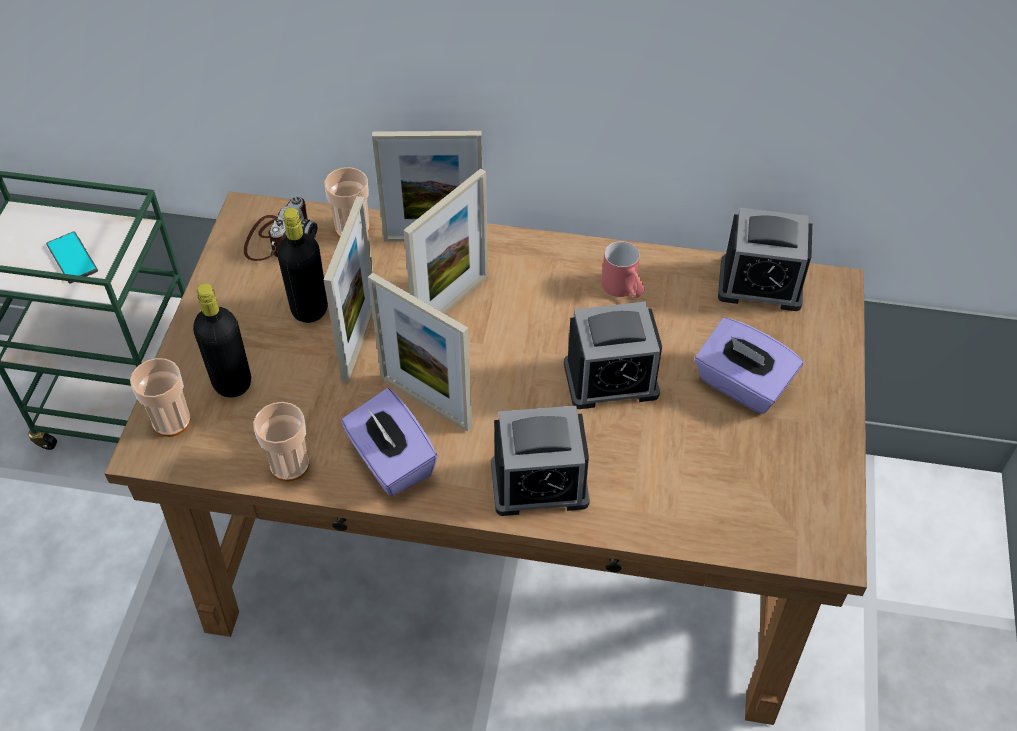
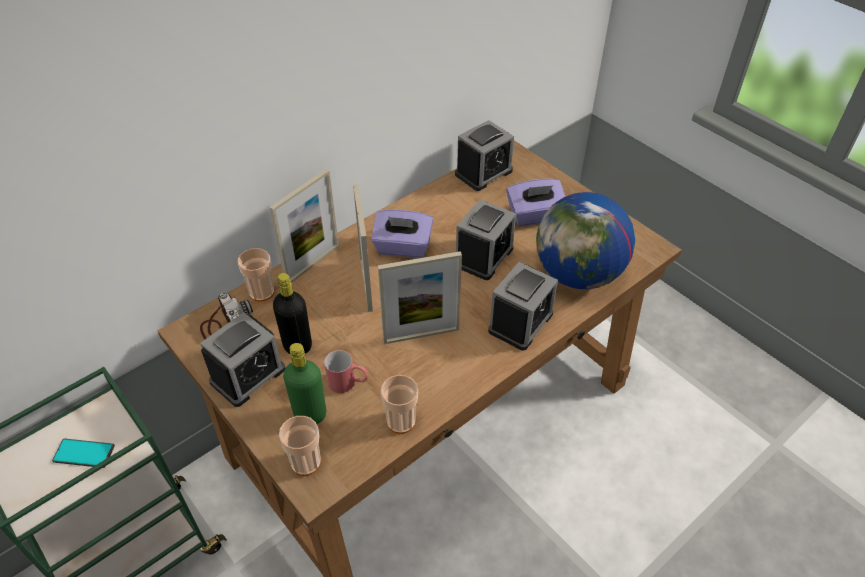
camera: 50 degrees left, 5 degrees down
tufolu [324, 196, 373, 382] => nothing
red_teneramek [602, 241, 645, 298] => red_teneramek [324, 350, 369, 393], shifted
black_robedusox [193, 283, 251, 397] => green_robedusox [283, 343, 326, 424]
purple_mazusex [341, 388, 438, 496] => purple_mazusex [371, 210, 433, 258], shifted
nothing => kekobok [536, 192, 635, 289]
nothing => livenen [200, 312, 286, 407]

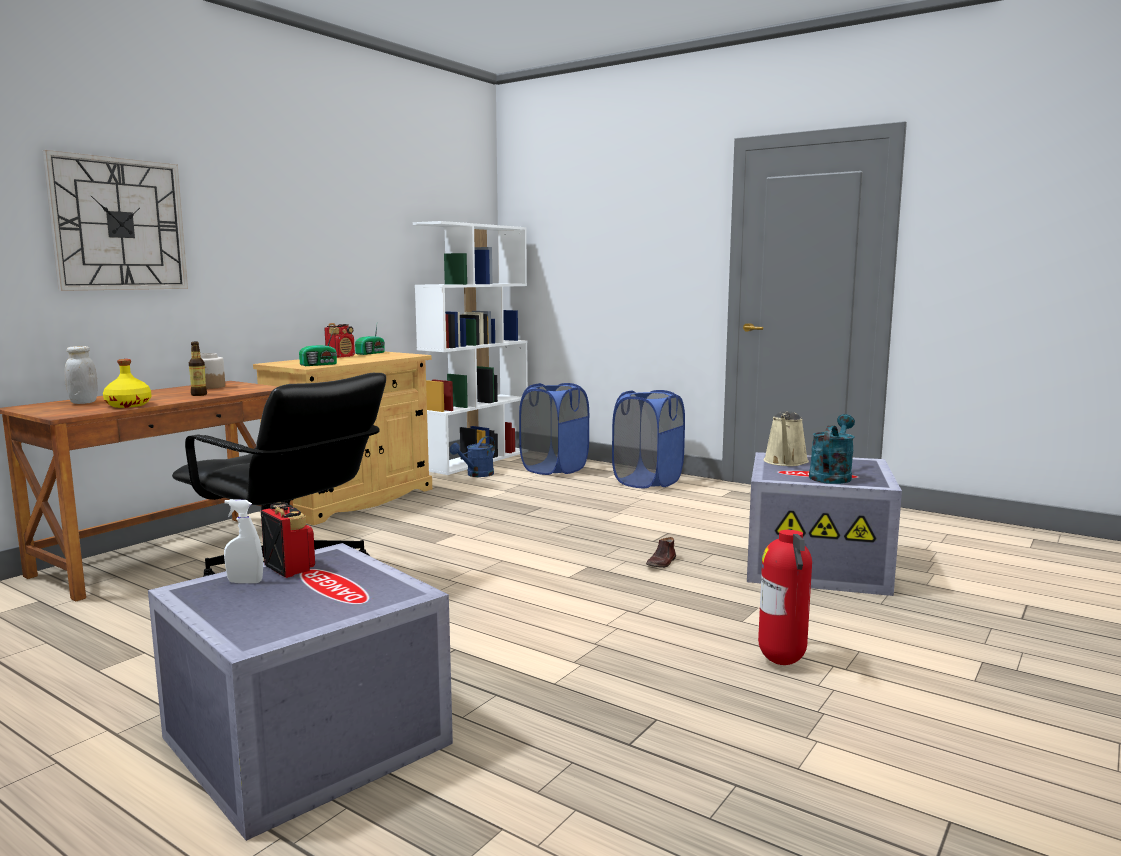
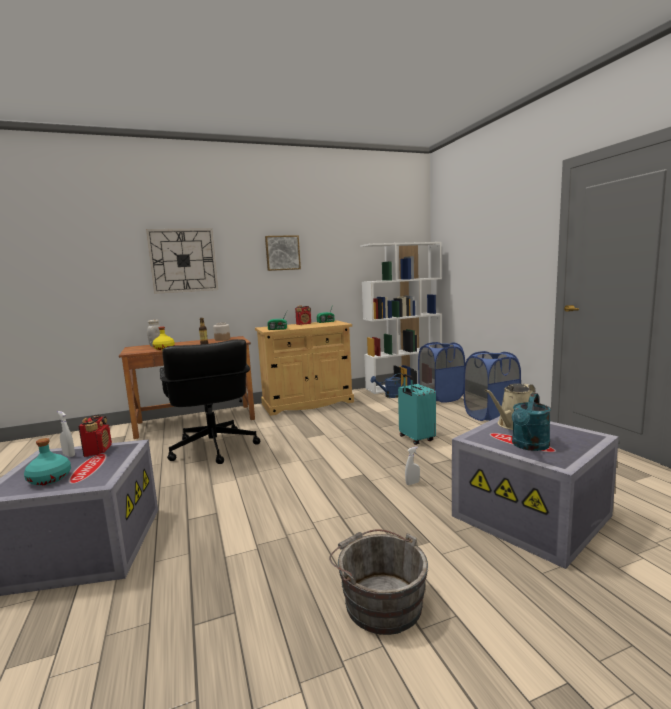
camera: 35 degrees right, 0 degrees up
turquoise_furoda [809, 414, 855, 484] => turquoise_furoda [512, 393, 551, 451], 150 degrees clockwise
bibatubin [758, 529, 812, 665] => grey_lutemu [329, 529, 428, 635]
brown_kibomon [646, 537, 676, 568] => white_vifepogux [405, 447, 420, 485]
nothing => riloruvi [265, 235, 301, 271]
nothing => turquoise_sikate [398, 374, 436, 445]
nothing => turquoise_robedusox [24, 438, 71, 486]

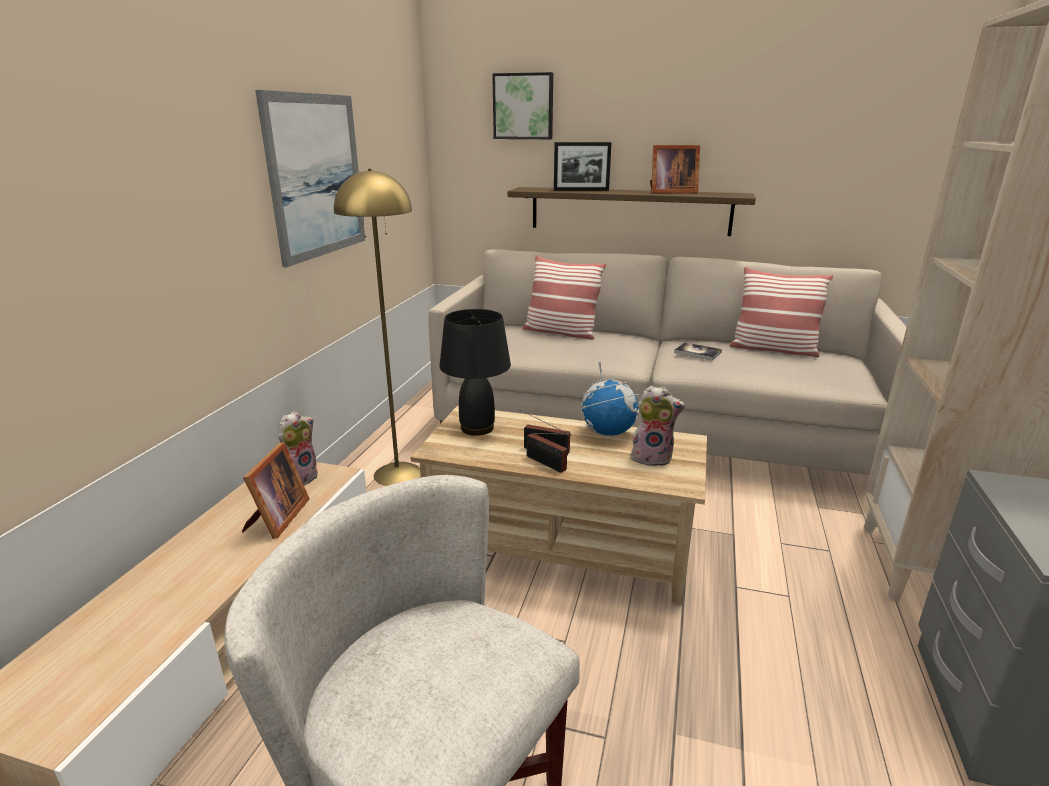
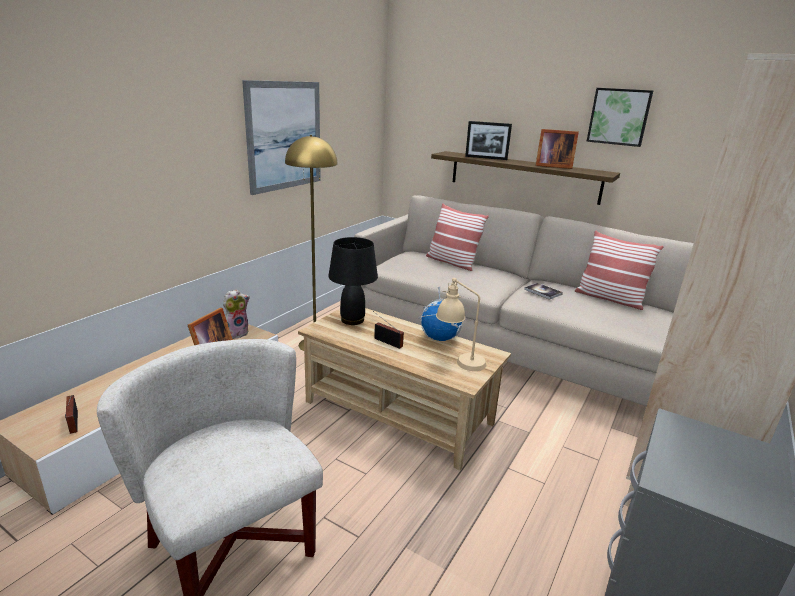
camera: 15 degrees right, 0 degrees up
riloruvi [492, 72, 553, 139] => riloruvi [587, 88, 653, 147], shifted
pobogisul [631, 385, 685, 466] => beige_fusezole [436, 278, 486, 371]
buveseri [527, 433, 571, 473] => buveseri [65, 395, 78, 434], shifted

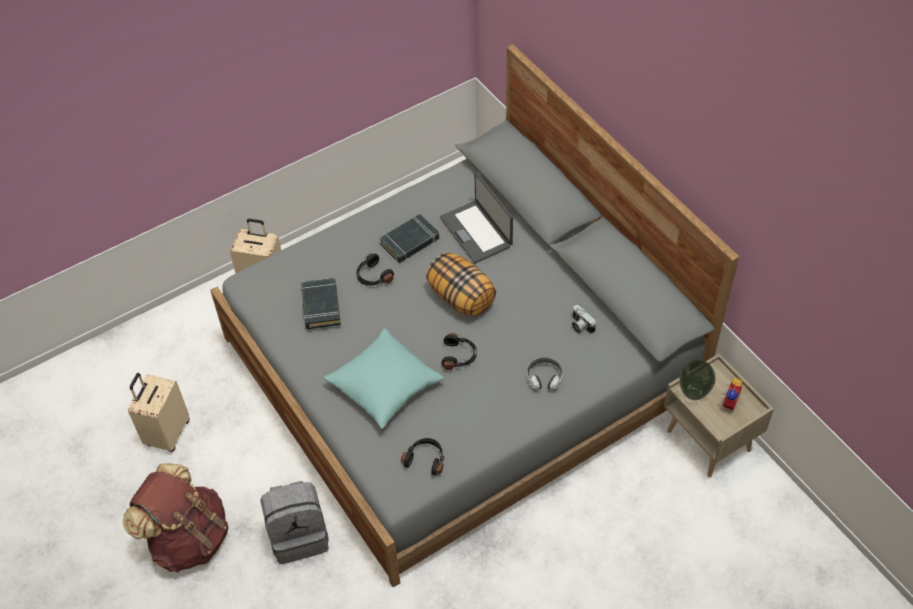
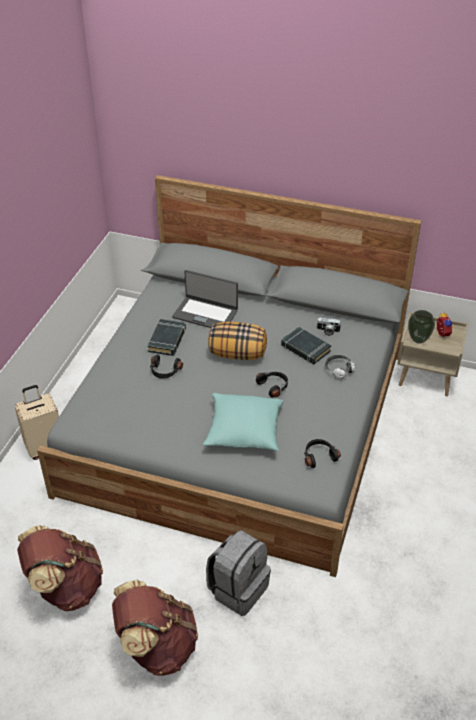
camera: 40 degrees left, 10 degrees down
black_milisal [301, 278, 341, 329] => black_milisal [281, 327, 331, 365], shifted
beige_sikate [128, 373, 190, 452] => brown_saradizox [17, 525, 103, 611]

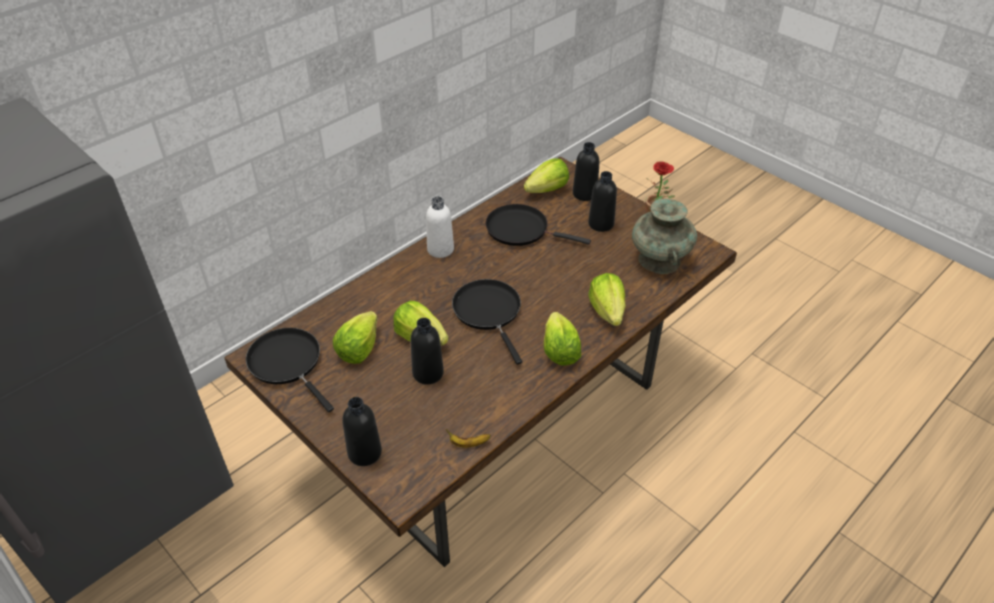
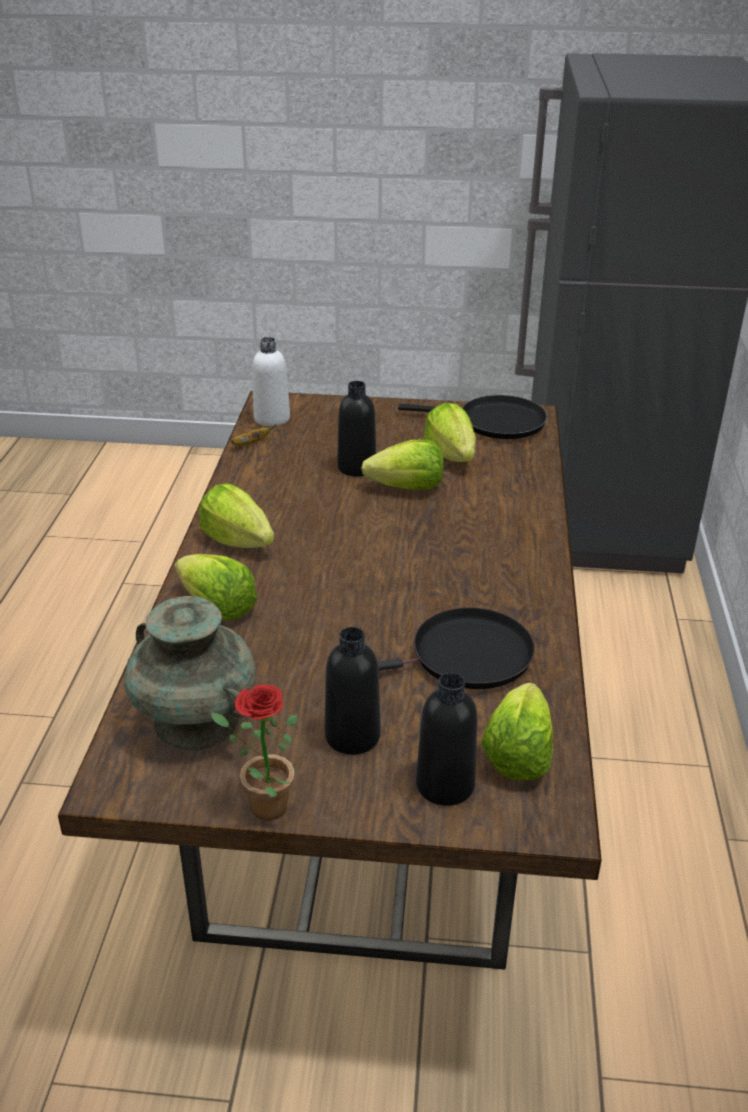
camera: 140 degrees right, 10 degrees down
white_robedusox [426, 196, 454, 258] => white_robedusox [252, 337, 290, 426], shifted
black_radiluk [452, 279, 522, 364] => nothing
black_robedusox [342, 397, 382, 466] => nothing

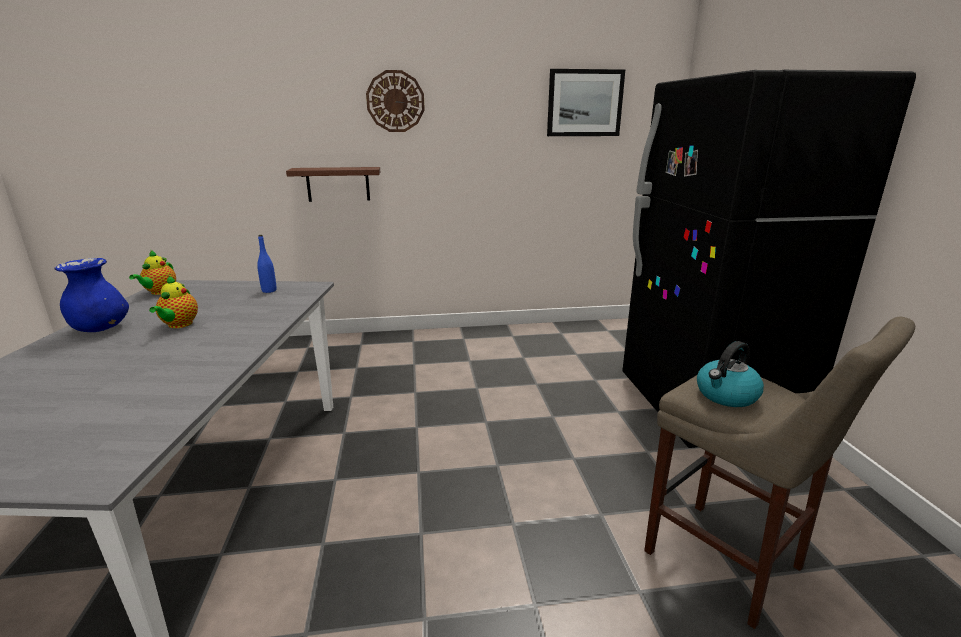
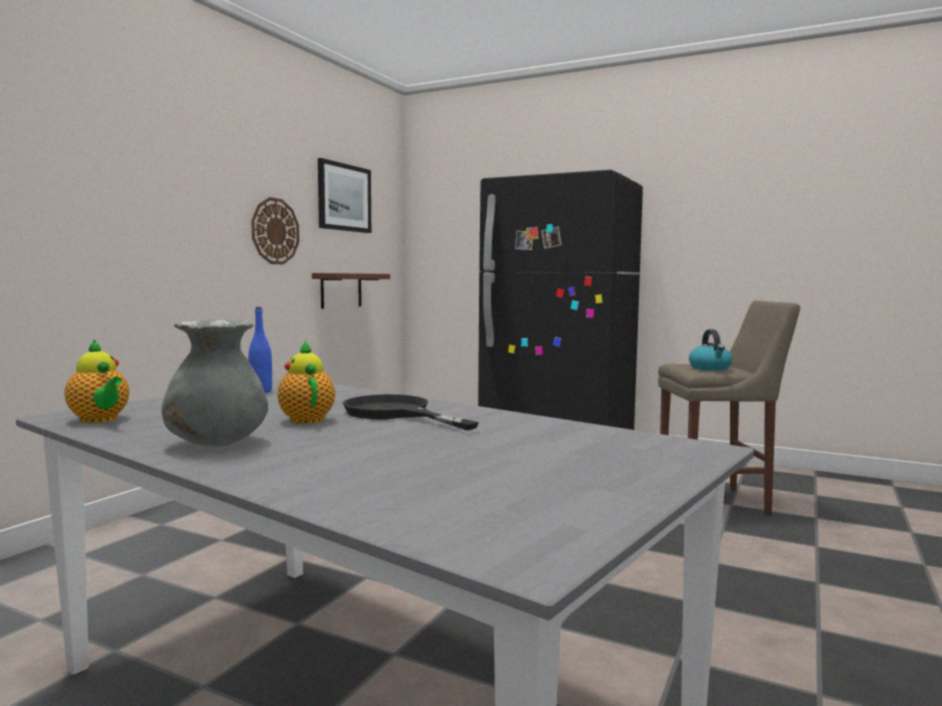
camera: 55 degrees left, 15 degrees down
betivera [366, 70, 425, 132] => betivera [251, 197, 299, 264], shifted
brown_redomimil [286, 167, 380, 202] => brown_redomimil [312, 273, 390, 309], shifted
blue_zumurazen [54, 258, 129, 332] => grey_zumurazen [161, 319, 268, 447]
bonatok [149, 275, 198, 328] => bonatok [278, 340, 335, 424], 150 degrees counterclockwise
nothing => black_radiluk [343, 394, 479, 430]

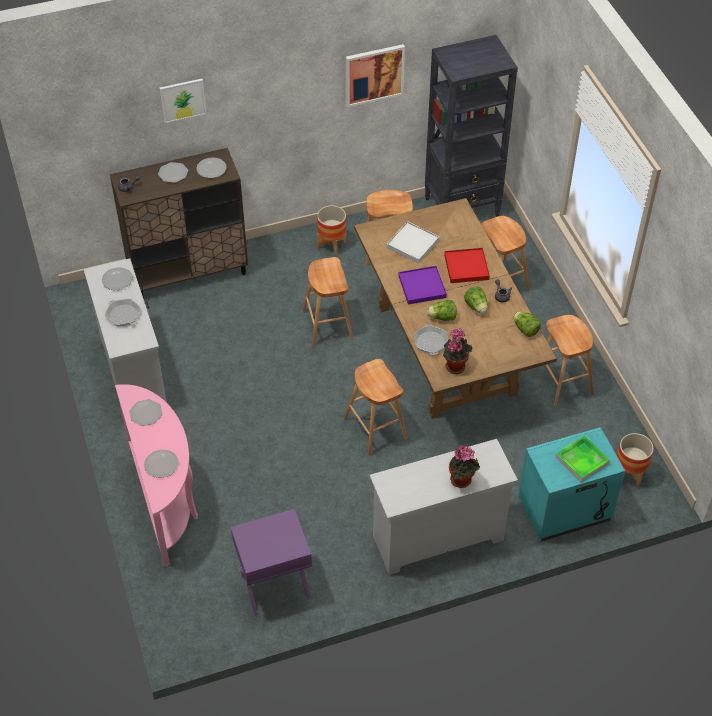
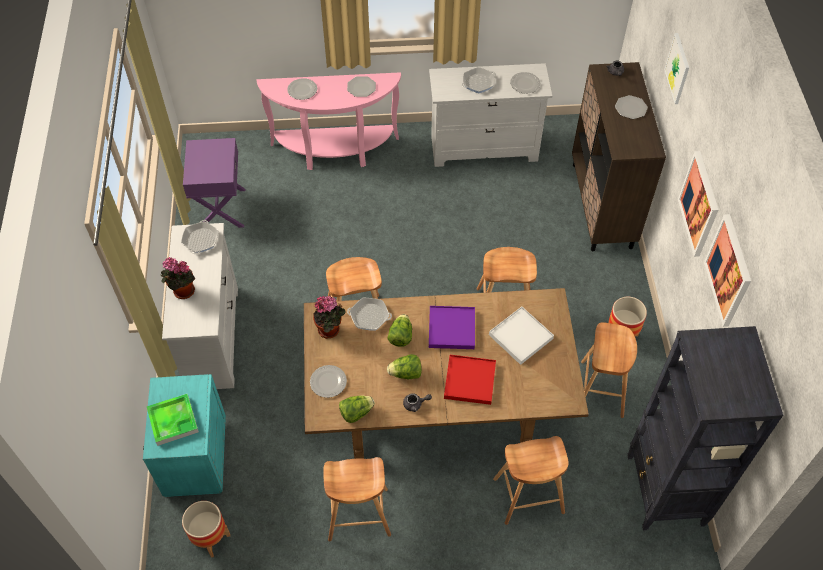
camera: 105 degrees right, 5 degrees up
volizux [197, 157, 227, 178] => volizux [310, 365, 347, 398], shifted
nothing => riloruvi [678, 151, 718, 257]
nothing => radiluk [181, 220, 219, 254]

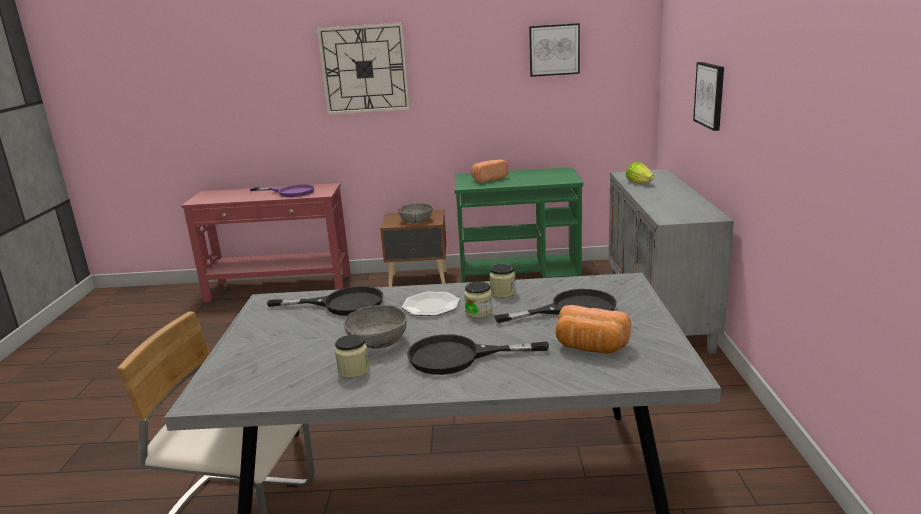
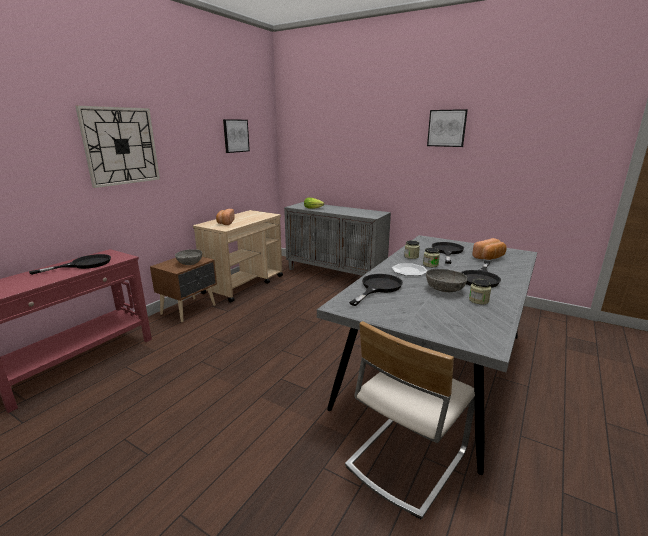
camera: 60 degrees left, 0 degrees up
riloruvi [693, 62, 724, 131] => riloruvi [427, 109, 468, 147], shifted
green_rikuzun [455, 167, 583, 283] => beige_rikuzun [193, 210, 283, 303]
purple_radiluk [250, 184, 315, 197] => black_radiluk [29, 254, 111, 275]

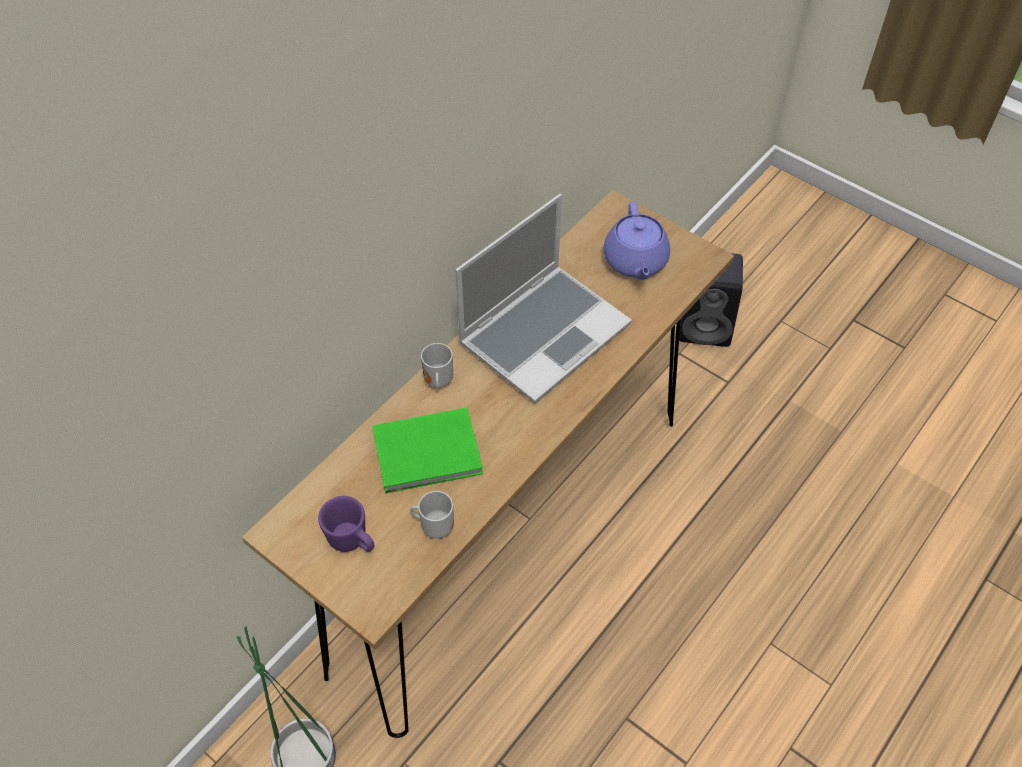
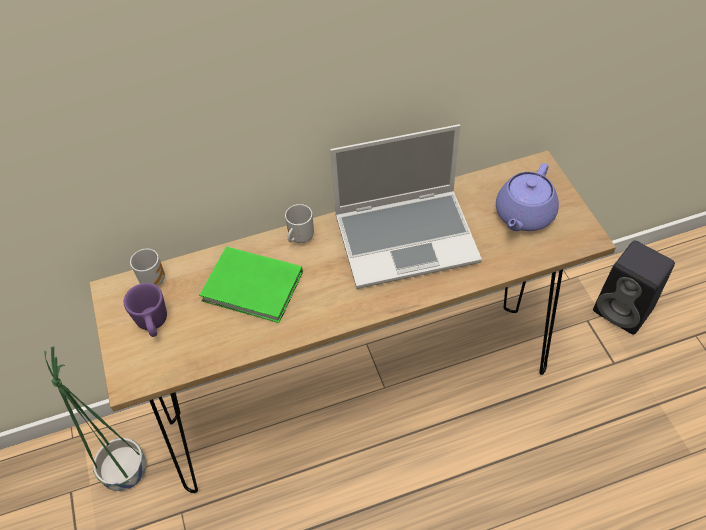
camera: 35 degrees right, 0 degrees up
teneramek [410, 491, 454, 538] => teneramek [130, 249, 165, 286], shifted

